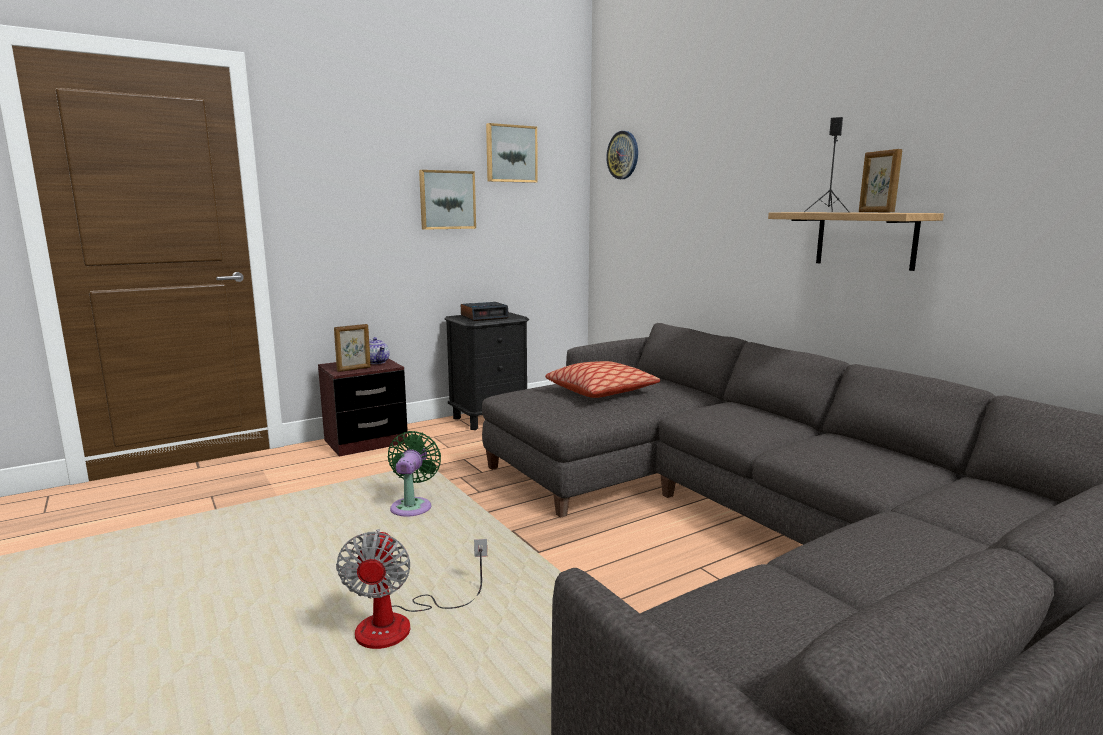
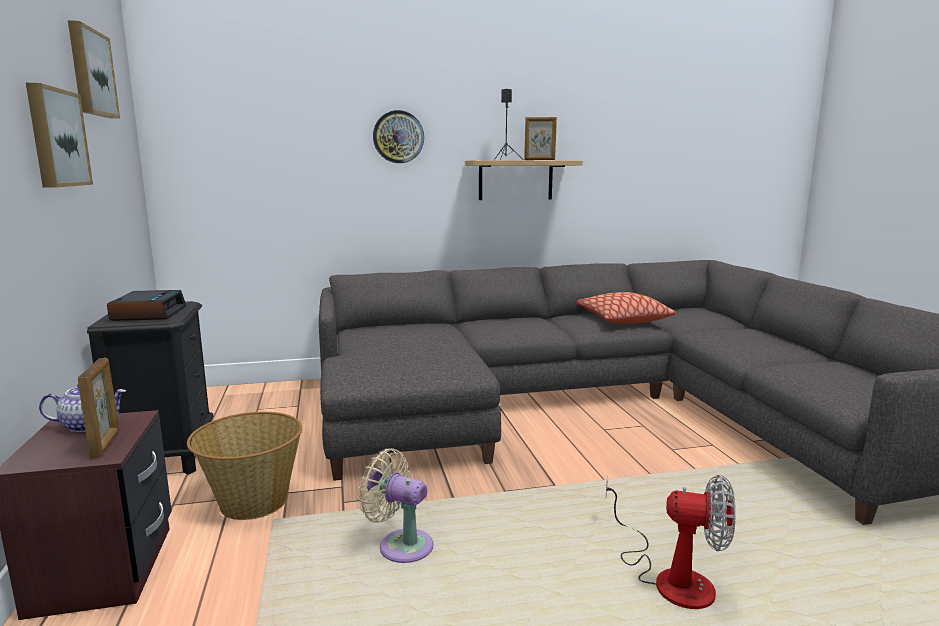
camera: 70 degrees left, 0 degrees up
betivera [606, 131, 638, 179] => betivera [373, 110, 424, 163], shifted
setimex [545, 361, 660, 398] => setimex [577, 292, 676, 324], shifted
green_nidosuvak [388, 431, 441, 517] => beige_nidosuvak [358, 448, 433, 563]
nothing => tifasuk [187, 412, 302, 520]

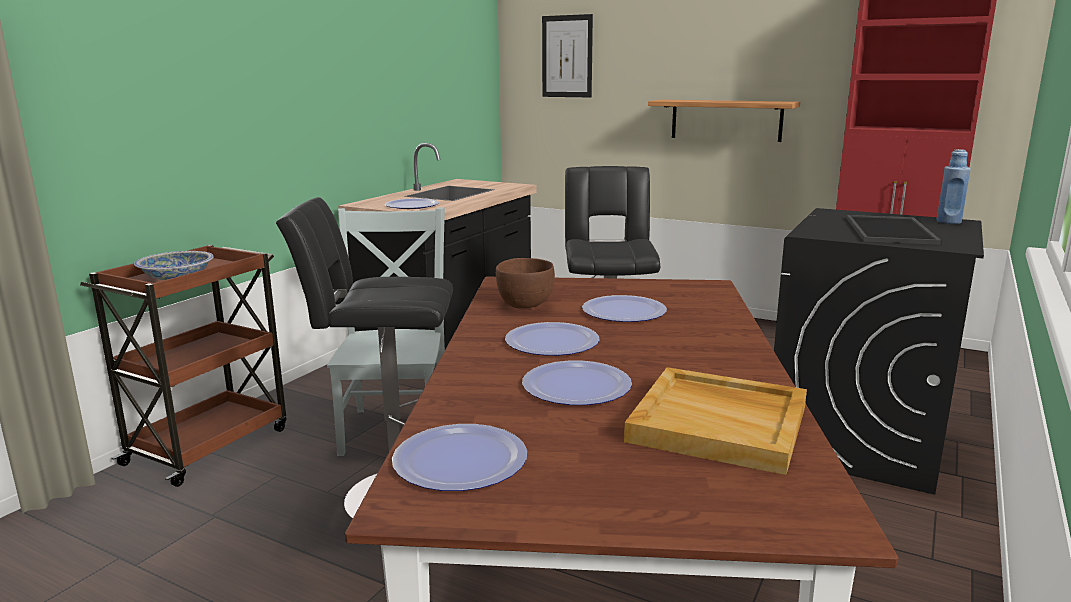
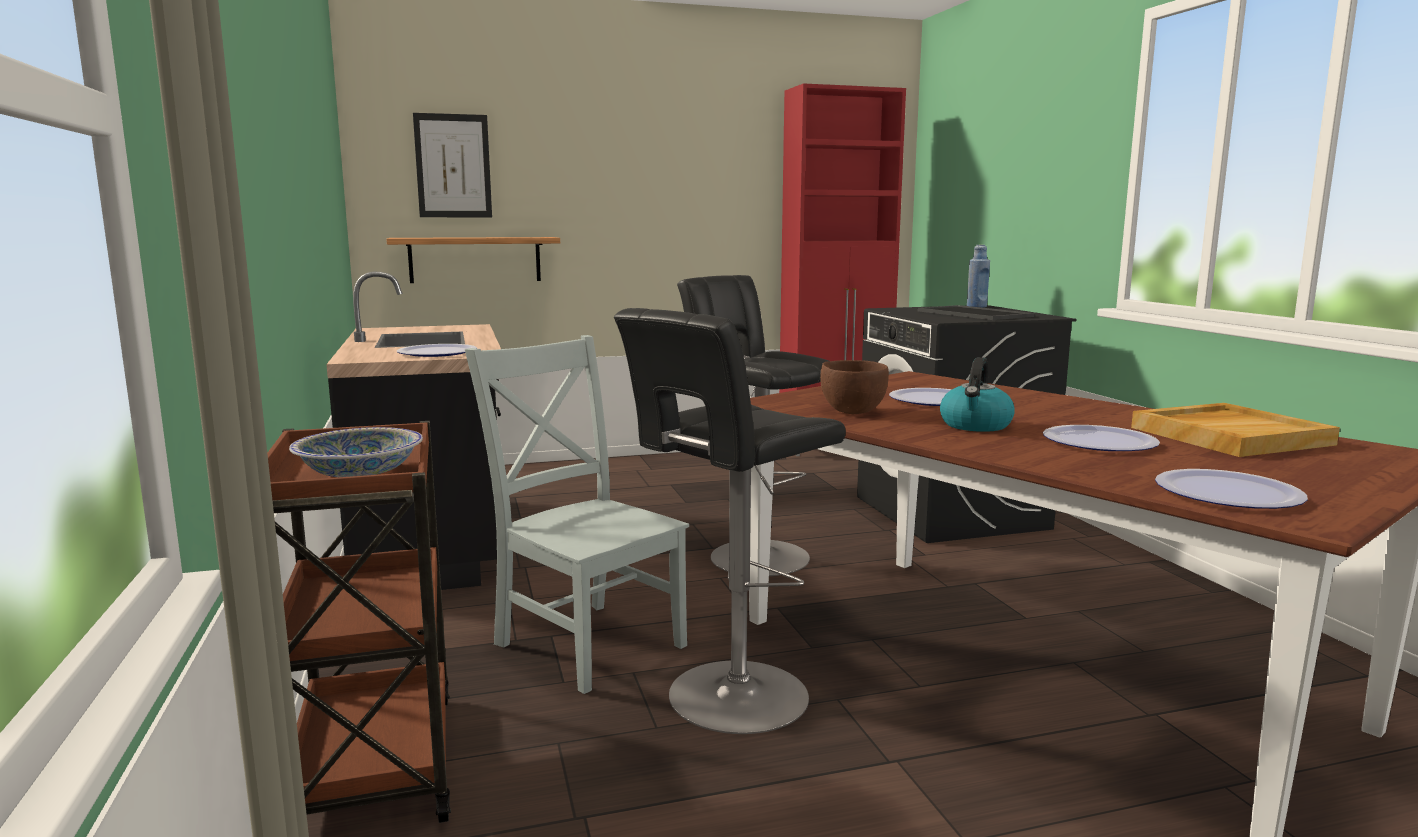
camera: 45 degrees left, 5 degrees down
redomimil [648, 100, 800, 142] => redomimil [387, 237, 560, 283], shifted
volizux [505, 322, 599, 356] => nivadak [940, 357, 1015, 432]

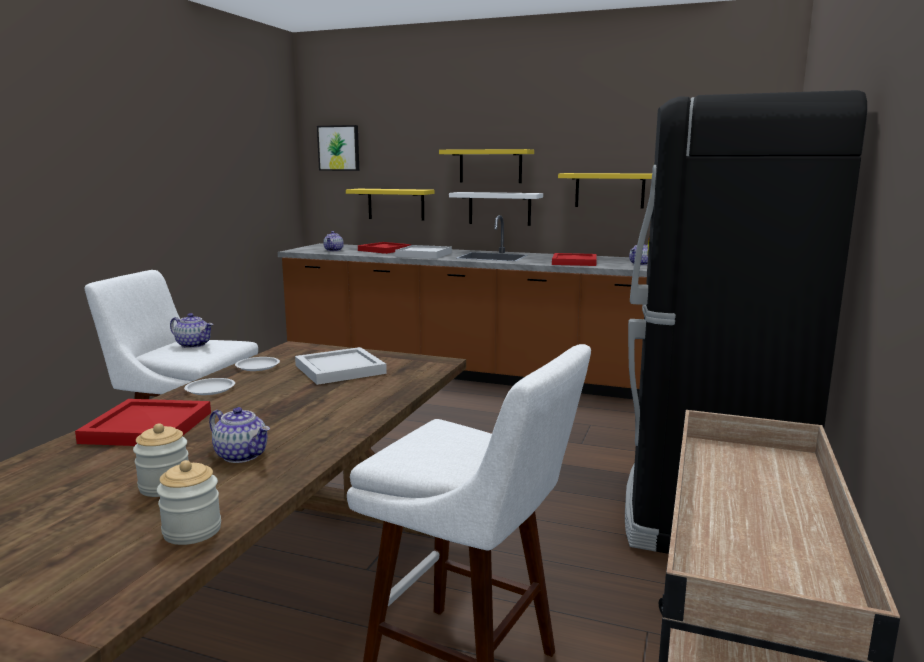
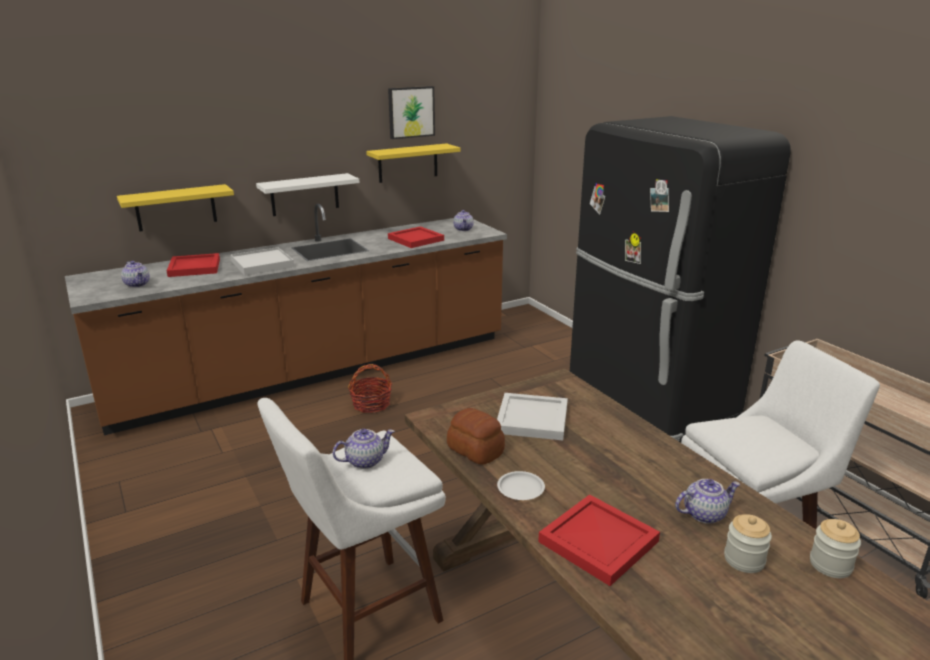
camera: 50 degrees left, 10 degrees up
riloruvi [317, 125, 359, 171] => riloruvi [388, 86, 435, 139], shifted
yellow_redomimil [439, 149, 534, 183] => nothing
white_volizux [235, 357, 280, 371] => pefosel [447, 408, 505, 465]
nothing => tifasuk [348, 364, 392, 413]

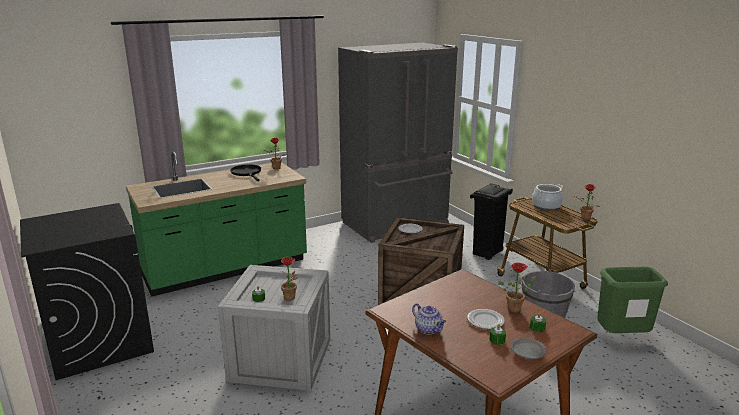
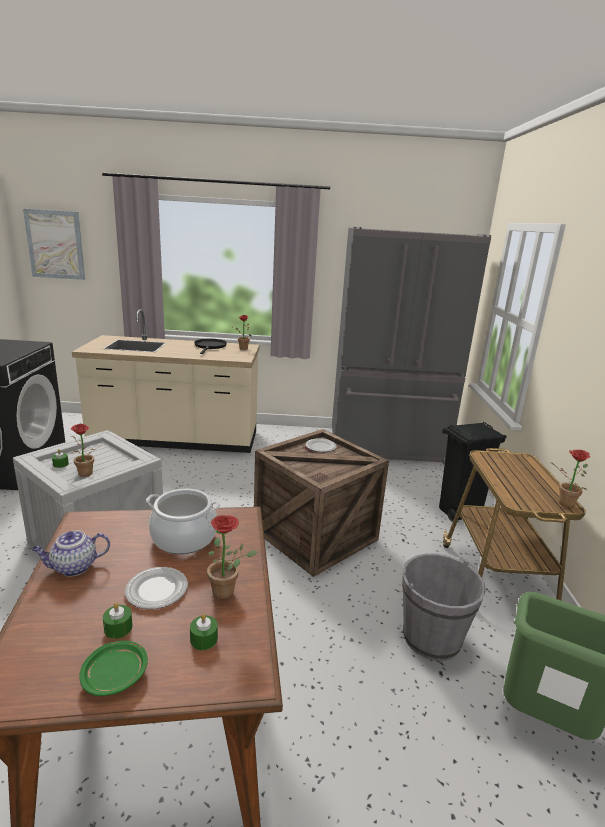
camera: 30 degrees right, 0 degrees up
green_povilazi [126, 152, 307, 297] => beige_povilazi [72, 309, 259, 453]
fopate [532, 184, 563, 210] => fopate [146, 489, 220, 554], shifted
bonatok [412, 303, 447, 334] => bonatok [31, 531, 110, 577], 75 degrees clockwise
grey_volizux [511, 337, 546, 359] => green_volizux [79, 641, 148, 696]
nothing => riloruvi [23, 209, 85, 280]

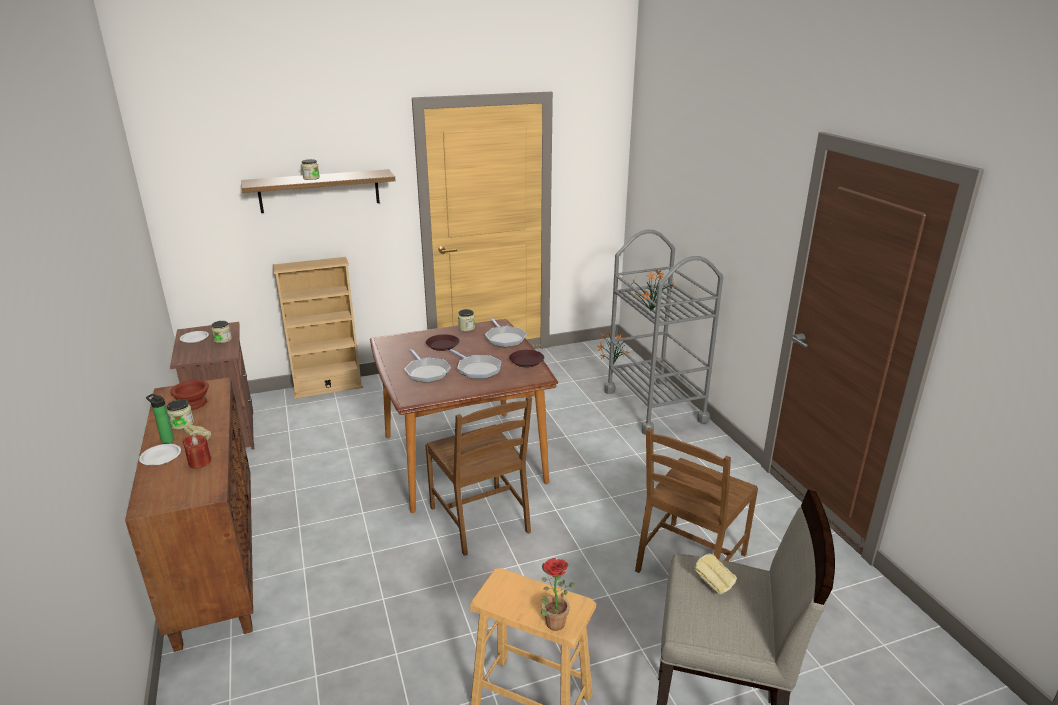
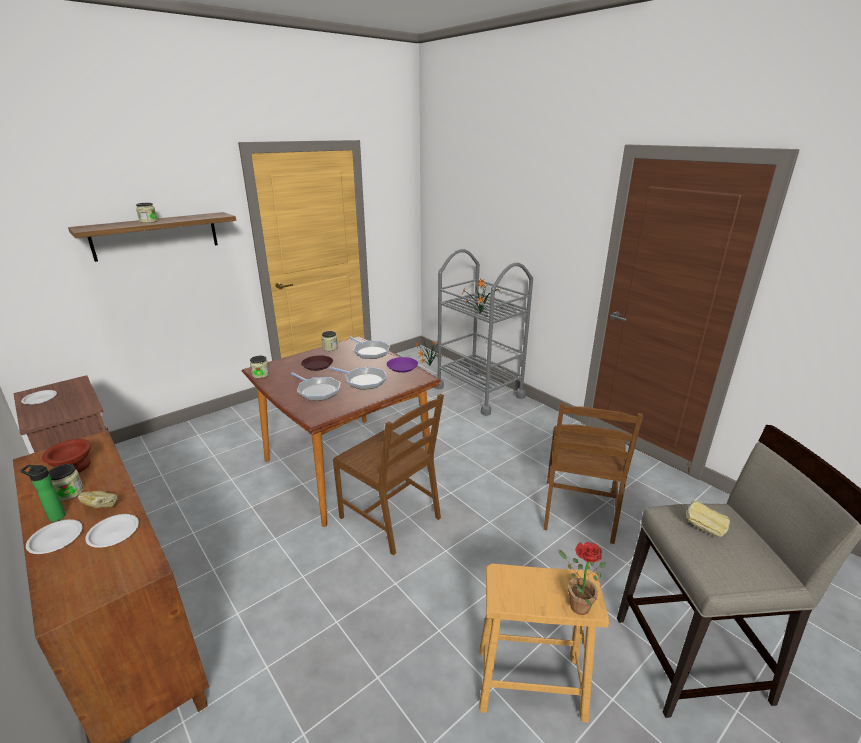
camera: 20 degrees left, 0 degrees up
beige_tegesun [273, 257, 363, 399] => nothing
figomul [211, 321, 232, 343] => figomul [250, 356, 270, 378], shifted
brown_volizux [509, 350, 544, 367] => purple_volizux [387, 357, 418, 373]
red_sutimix [183, 435, 211, 469] => white_volizux [85, 514, 139, 548]

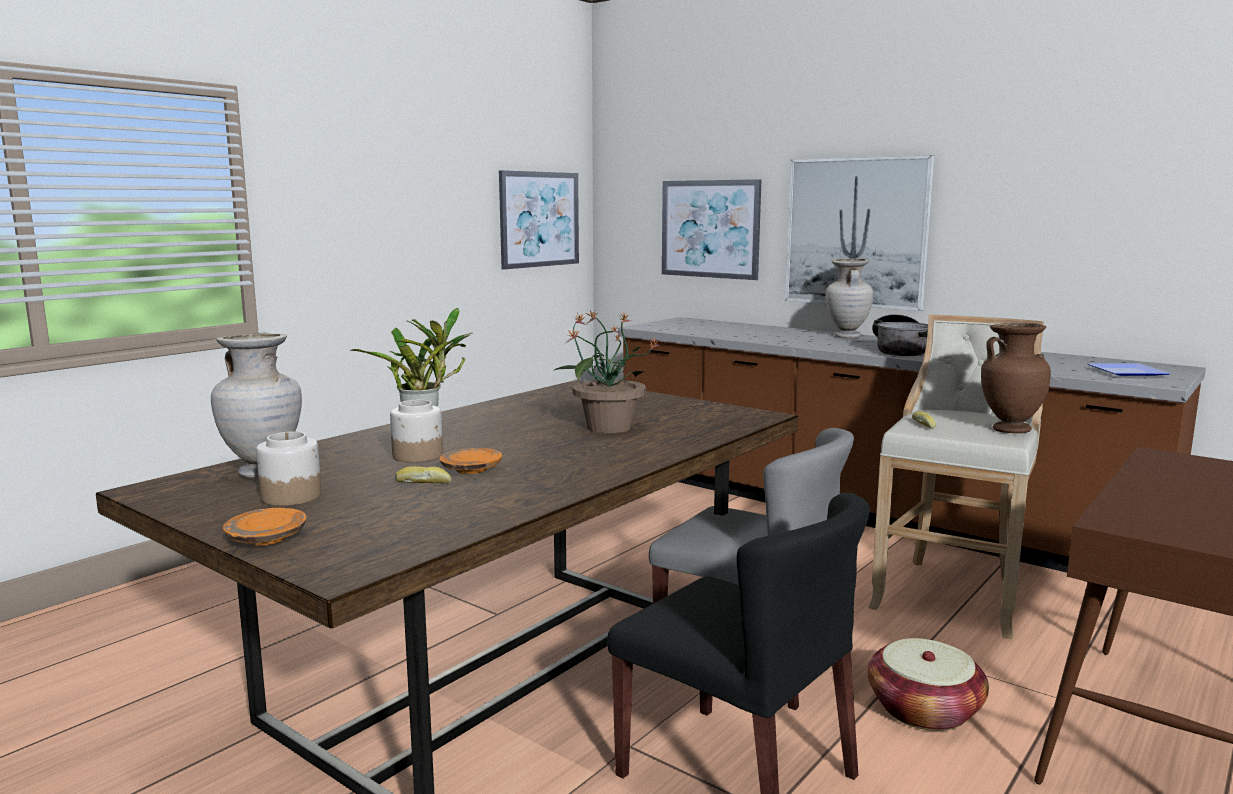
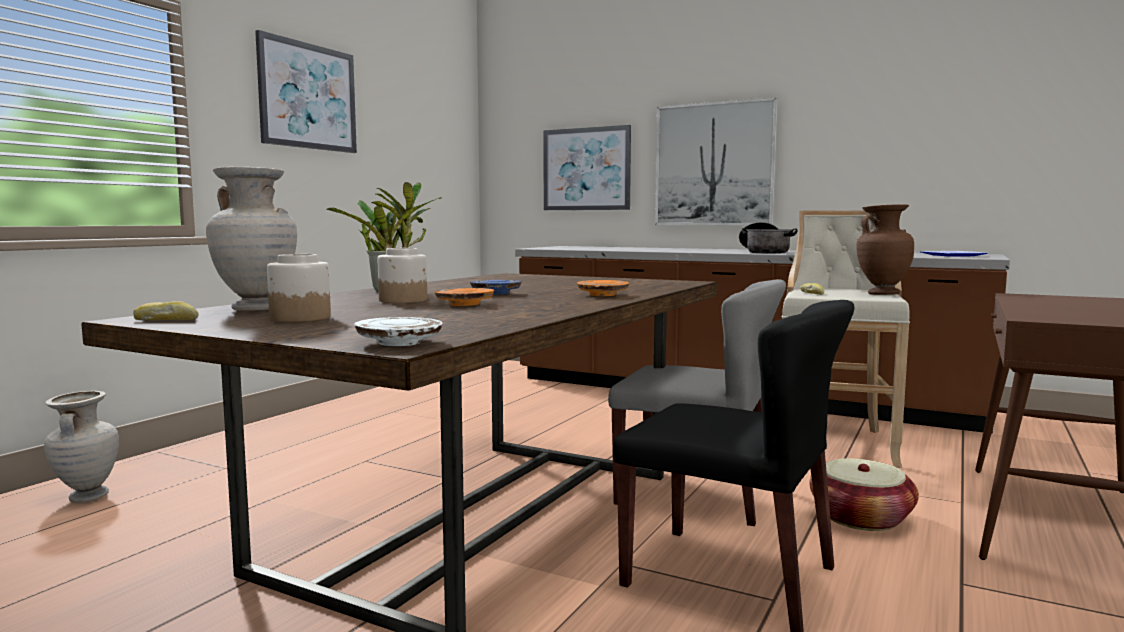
camera: 10 degrees left, 5 degrees down
riloruvi [499, 170, 579, 270] => riloruvi [255, 30, 357, 153], shifted
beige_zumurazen [826, 258, 873, 338] => beige_zumurazen [44, 391, 119, 503], shifted
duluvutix [553, 310, 660, 433] => nothing
pefosel [395, 466, 452, 484] => pefosel [133, 301, 199, 320], shifted
orange_volizux [223, 508, 307, 546] => orange_volizux [577, 280, 629, 296], shifted
nothing => blue_volizux [470, 280, 522, 295]
nothing => white_volizux [354, 317, 442, 346]

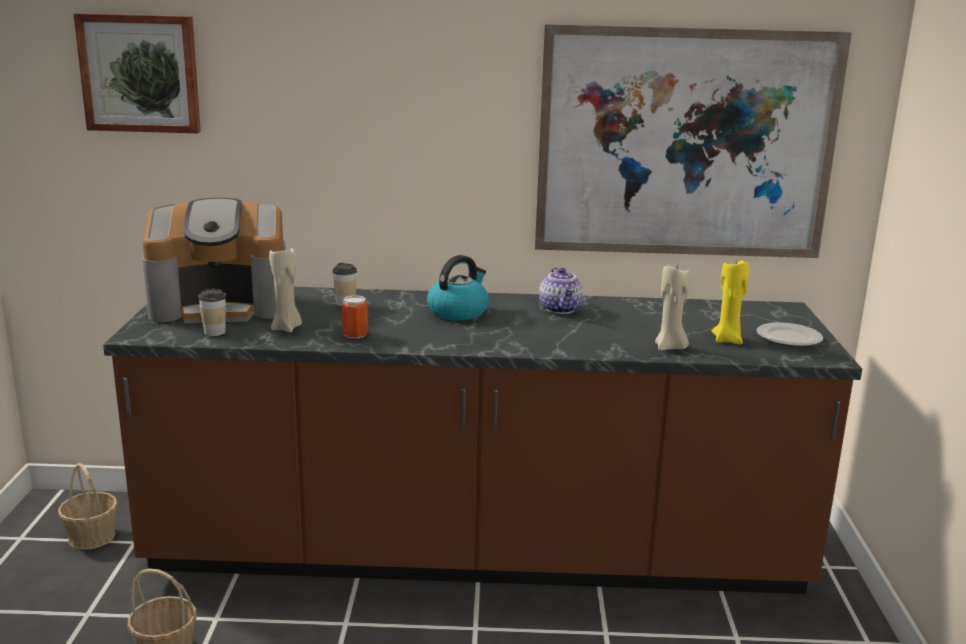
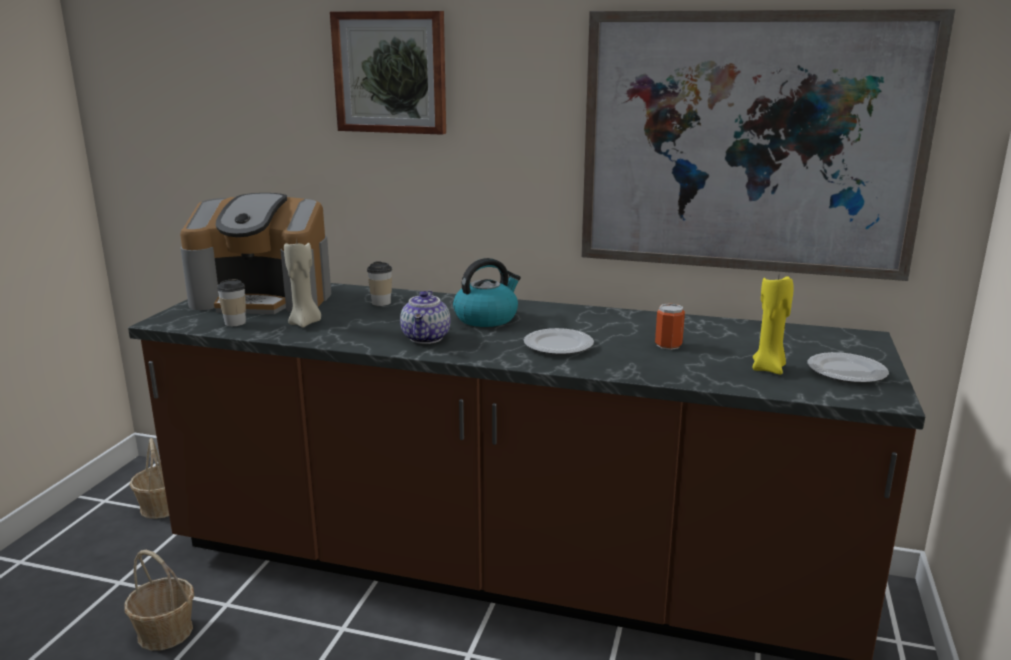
camera: 15 degrees right, 0 degrees up
riloruvi [74, 13, 201, 133] => riloruvi [330, 11, 446, 135], shifted
beige_sutimix [655, 262, 690, 351] => nothing
bonatok [539, 268, 583, 314] => bonatok [400, 290, 450, 344], shifted
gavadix [342, 296, 368, 339] => gavadix [655, 303, 685, 350], shifted
nothing => volizux [524, 328, 594, 355]

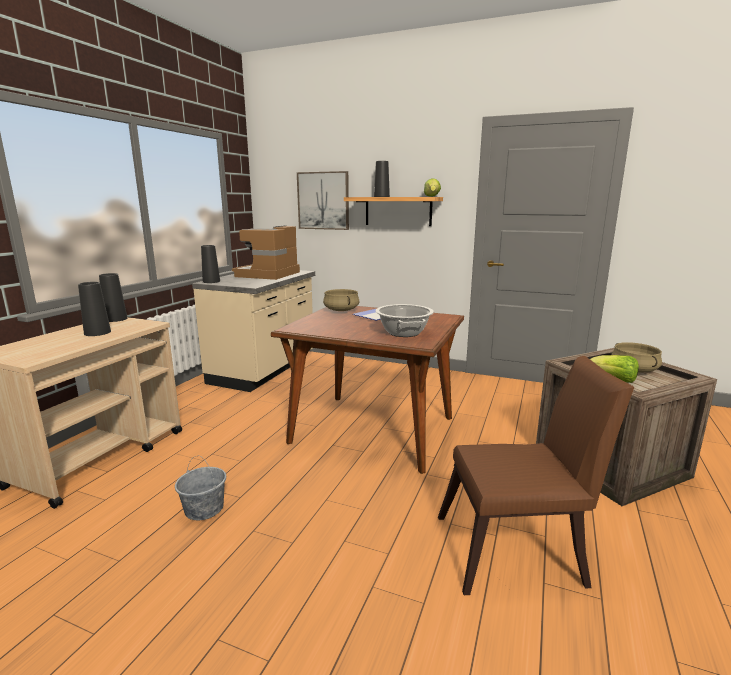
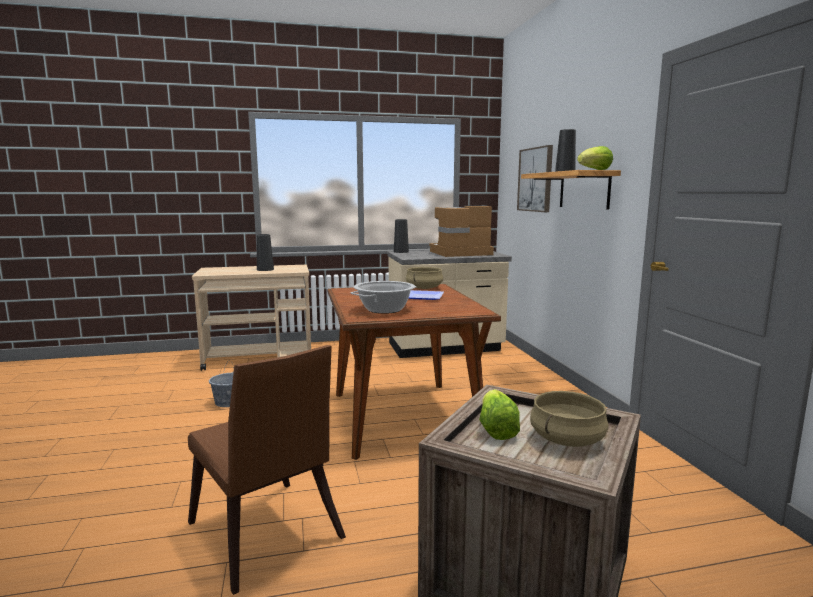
camera: 55 degrees right, 5 degrees down
black_zumurazen [99, 273, 128, 322] => nothing

